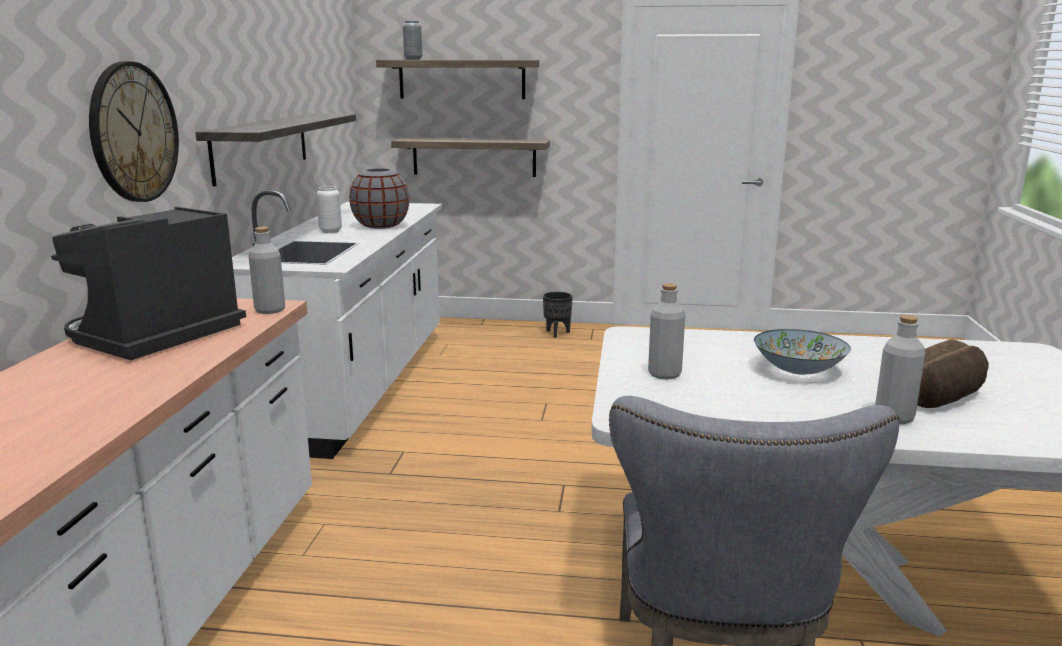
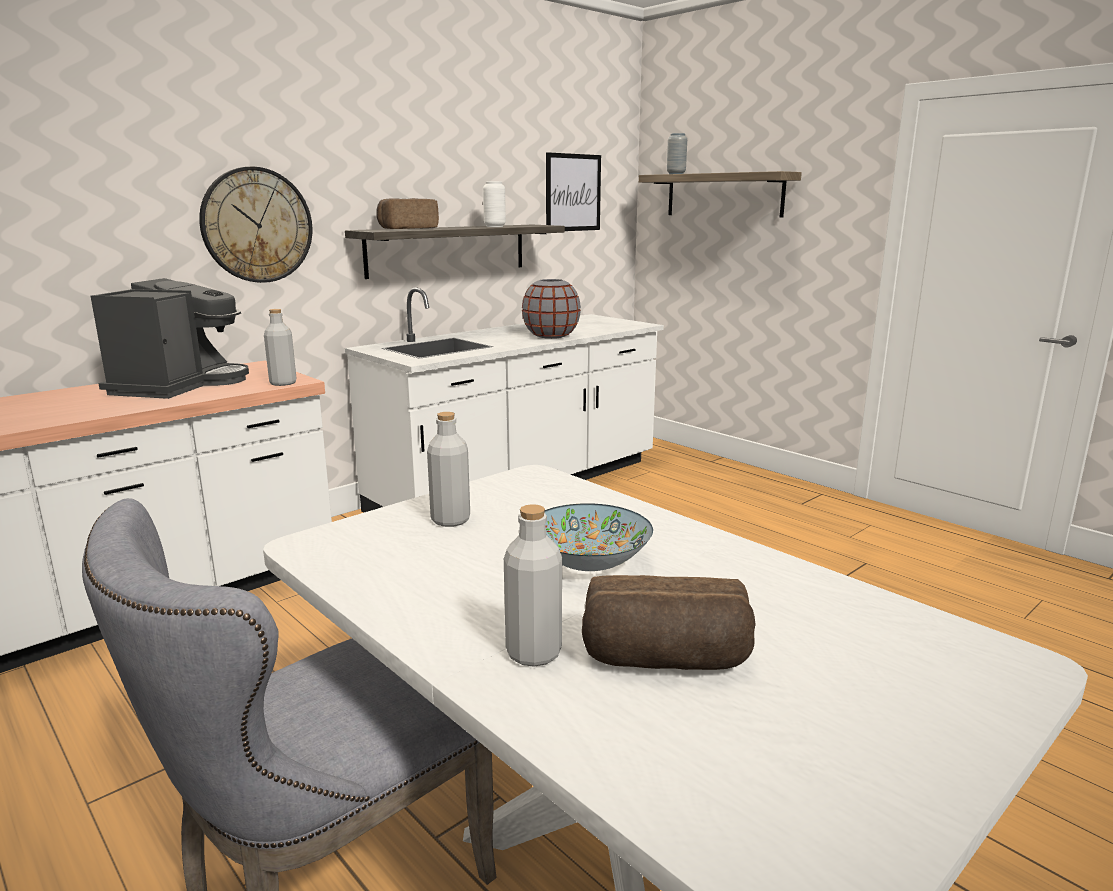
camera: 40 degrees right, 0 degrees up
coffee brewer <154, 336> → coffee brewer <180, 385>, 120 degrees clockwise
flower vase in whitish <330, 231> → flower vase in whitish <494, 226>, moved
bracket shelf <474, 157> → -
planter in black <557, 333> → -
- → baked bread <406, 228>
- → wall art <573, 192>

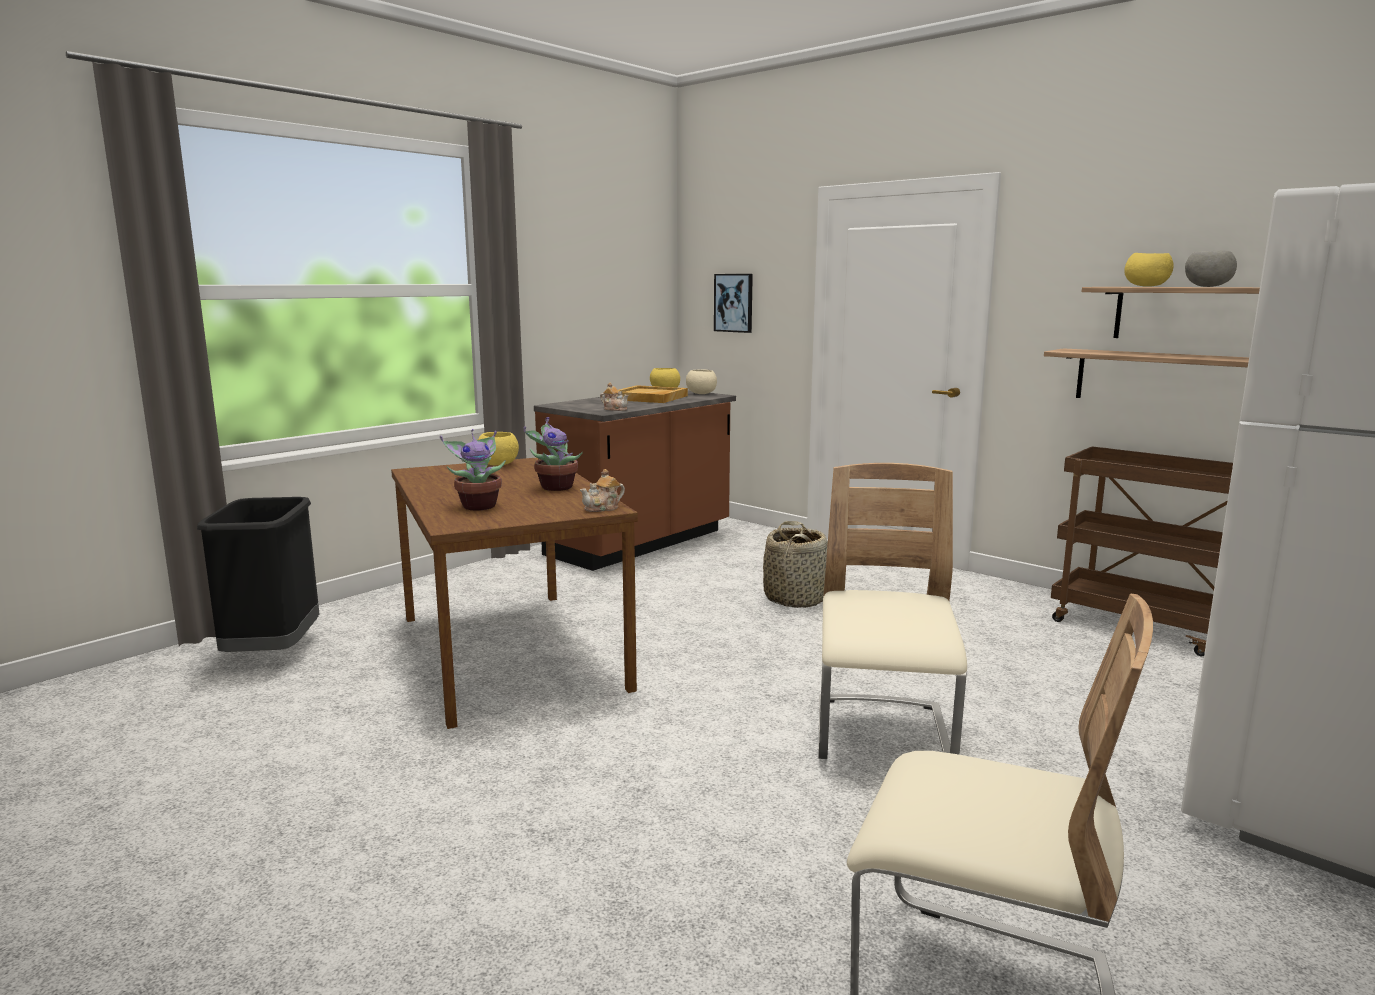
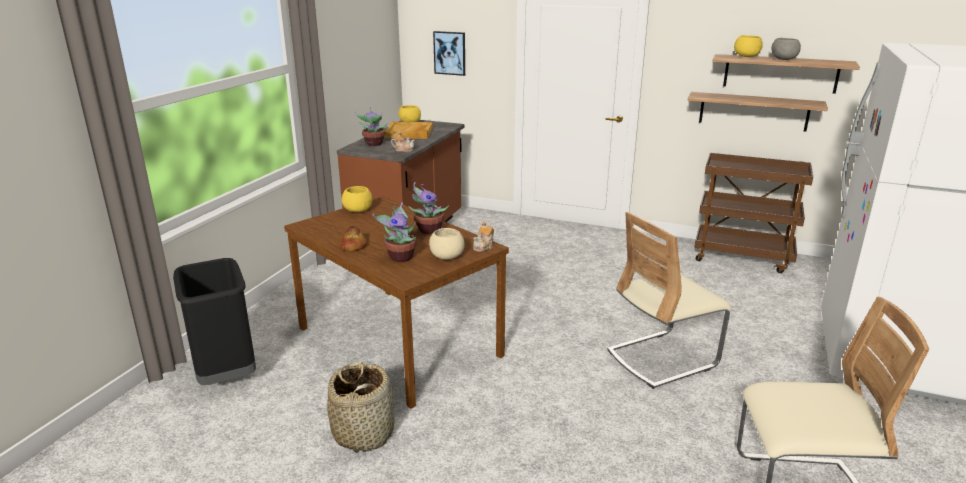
camera: 20 degrees left, 10 degrees up
bowl in beige <701, 394> → bowl in beige <446, 257>, moved
household basket <795, 598> → household basket <364, 432>, moved
chair in beige <882, 736> → chair in beige <662, 358>, 105 degrees counterclockwise
- → baked bread <354, 247>
- → houseplant <373, 144>

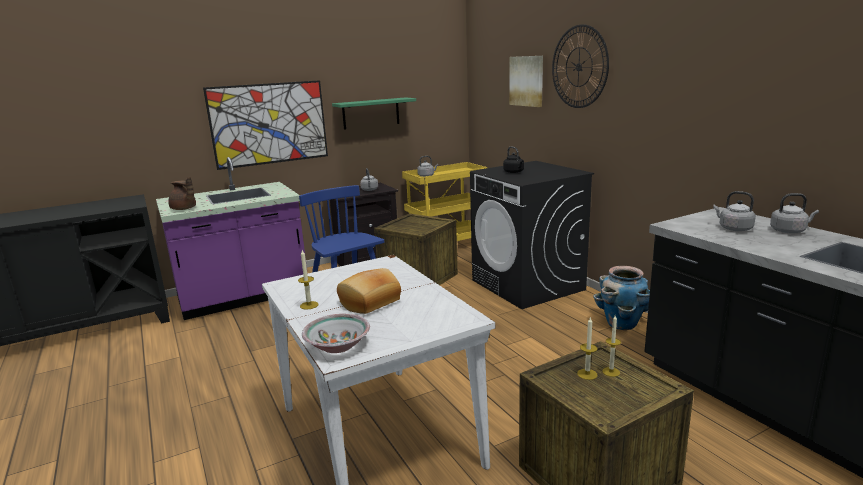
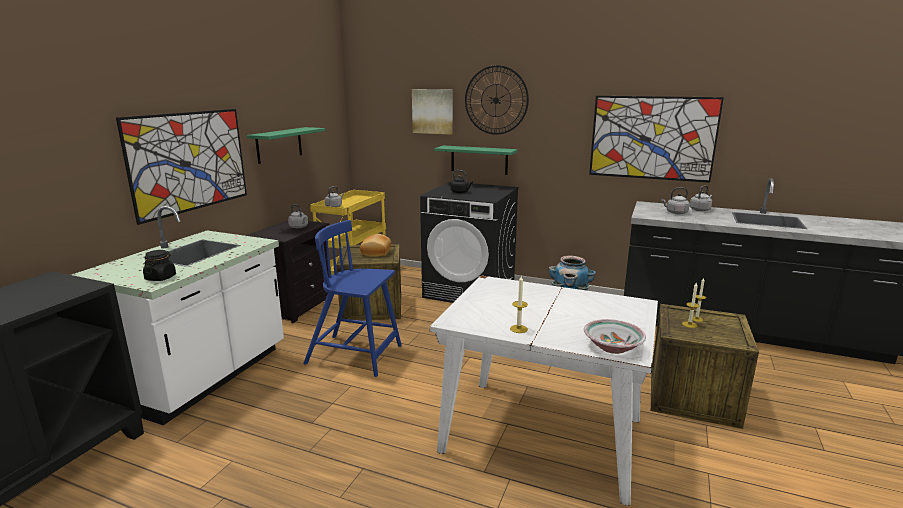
camera: 40 degrees left, 0 degrees up
counter in purplish <243, 297> → counter in whitish <204, 376>
tea pot in brownish <184, 209> → preserve jar in black <161, 278>
baked bread <370, 302> → baked bread <376, 252>, moved
- → bracket shelf in green-coloured <479, 160>
- → wall art <652, 138>

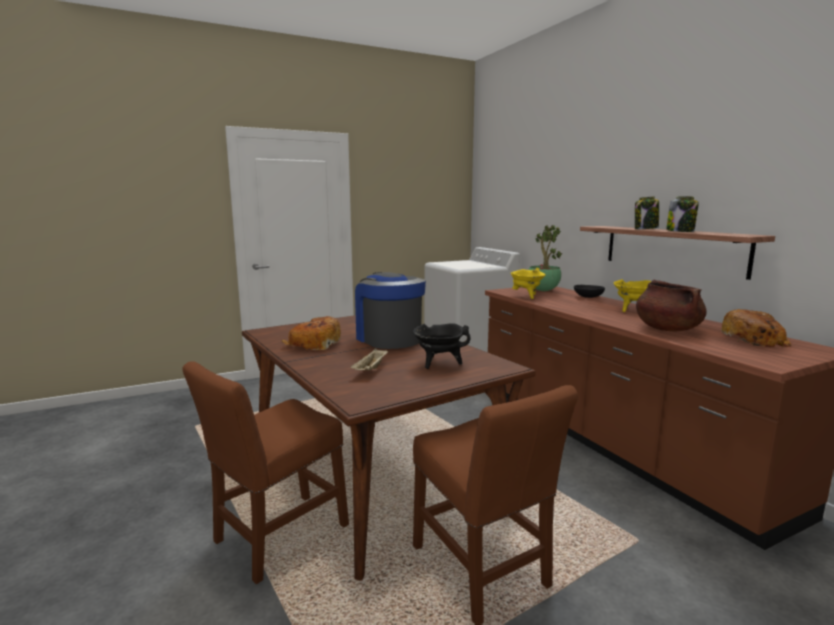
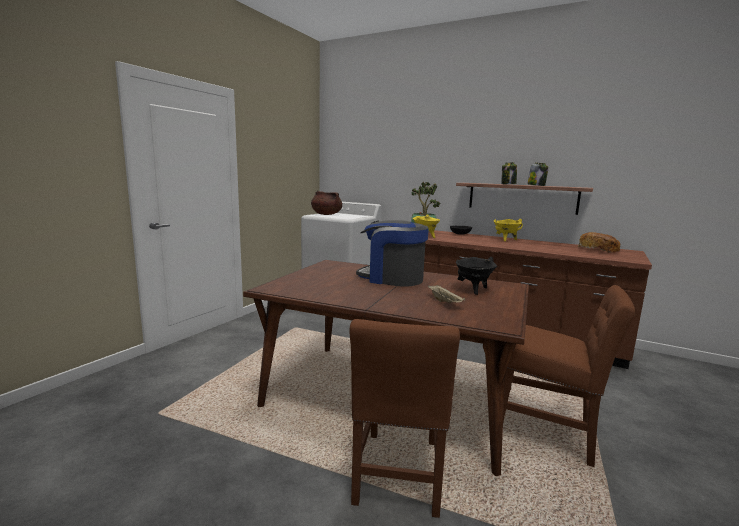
camera: 35 degrees left, 0 degrees up
baked bread <314, 344> → -
saucepot in brownish <667, 329> → saucepot in brownish <326, 214>, moved

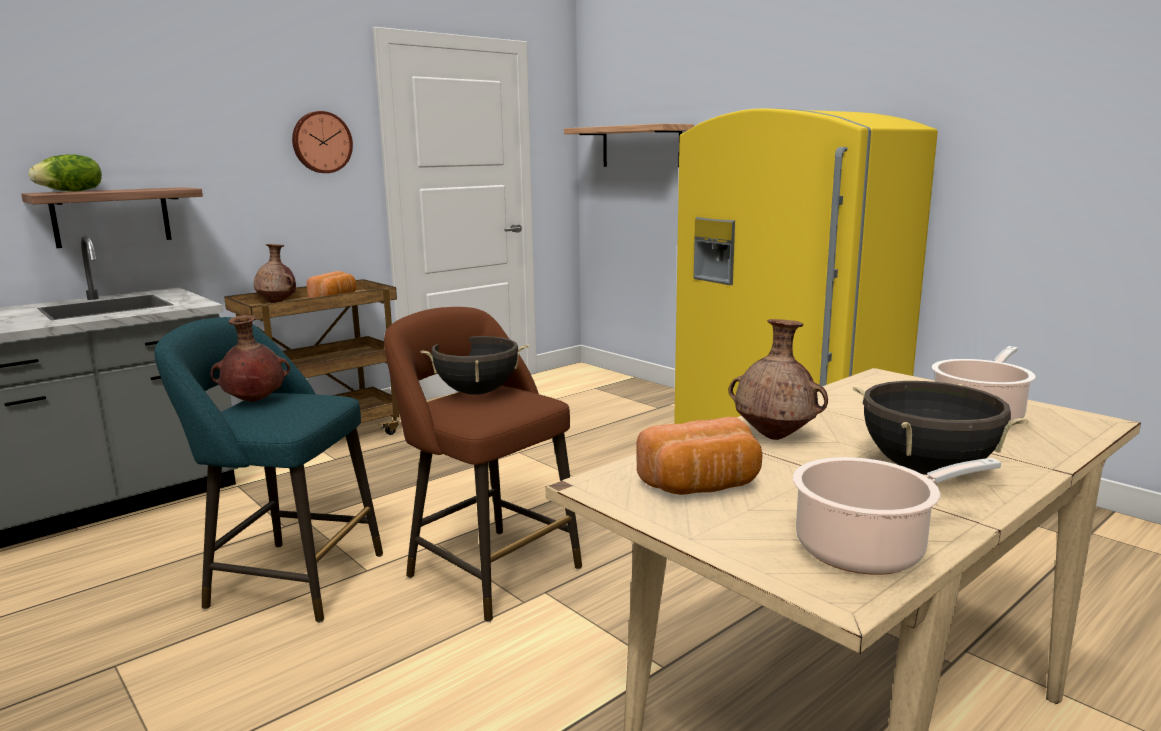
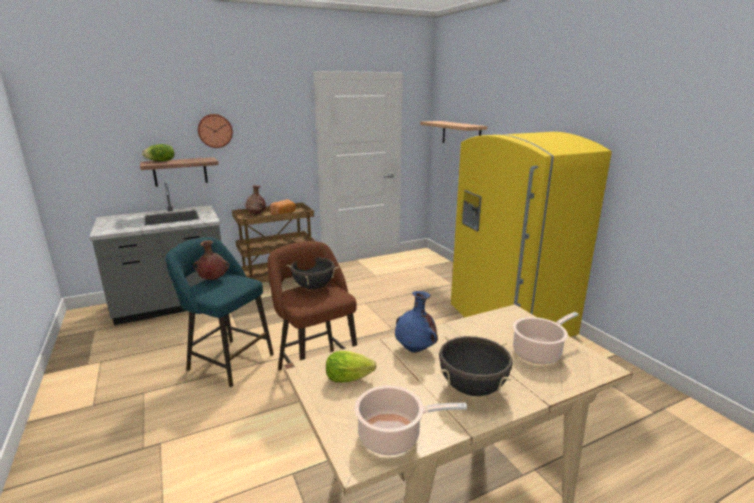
camera: 15 degrees right, 5 degrees up
clock on the wall <321, 142> → clock on the wall <215, 131>, moved
baked bread <702, 486> → head of lettuce <351, 379>
flower vase in brownish <775, 436> → flower vase in bluish <415, 350>

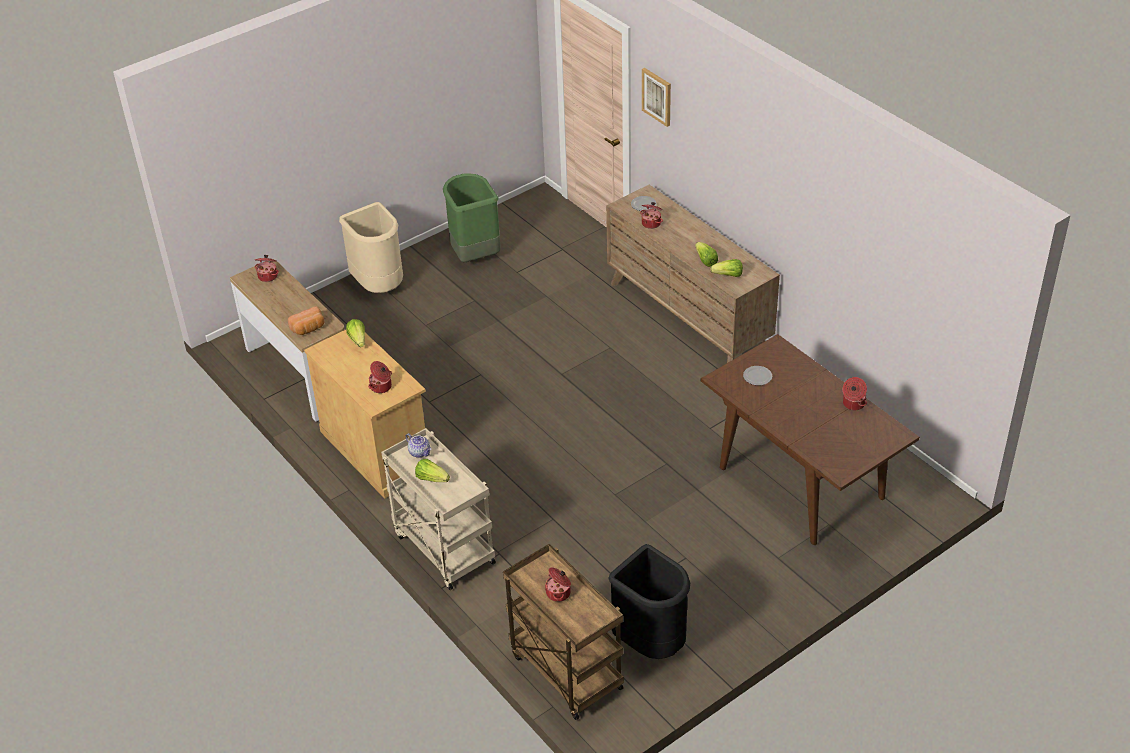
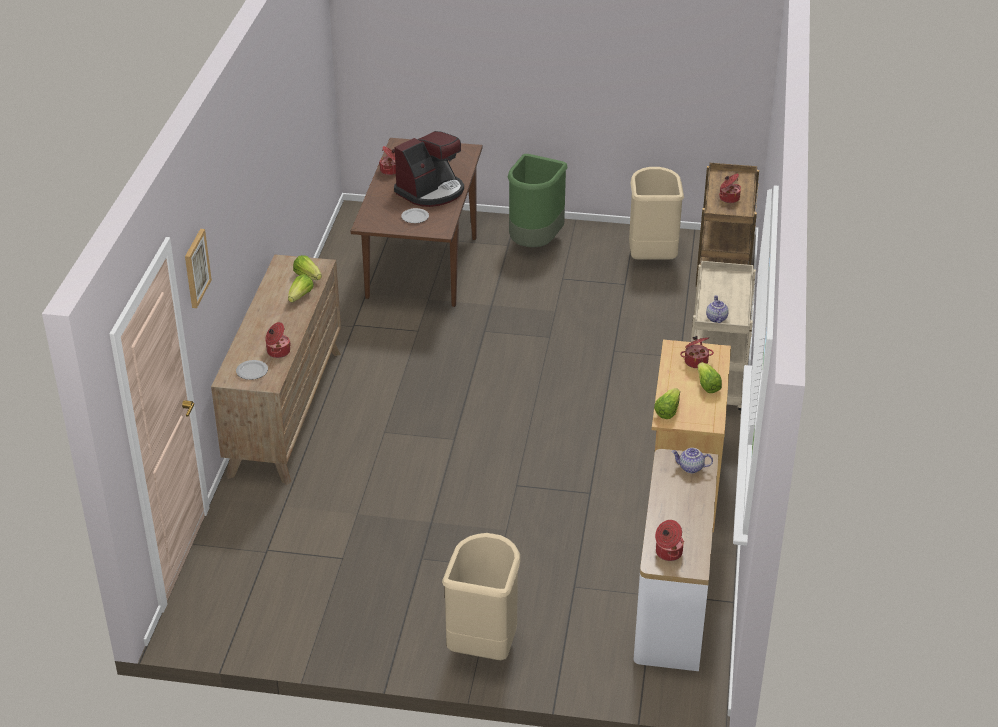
camera: 135 degrees left, 5 degrees down
baked bread <308, 329> → tea pot <690, 468>
head of lettuce <432, 478> → head of lettuce <707, 385>, moved
rubbish bin in green-coloured <474, 255> → rubbish bin in green-coloured <535, 243>, moved
rubbish bin in black <651, 643> → rubbish bin in beige <651, 257>
- → coffee brewer <431, 191>

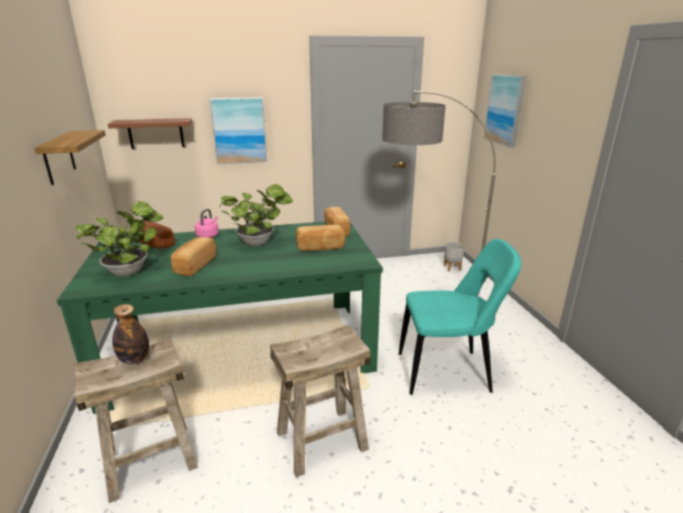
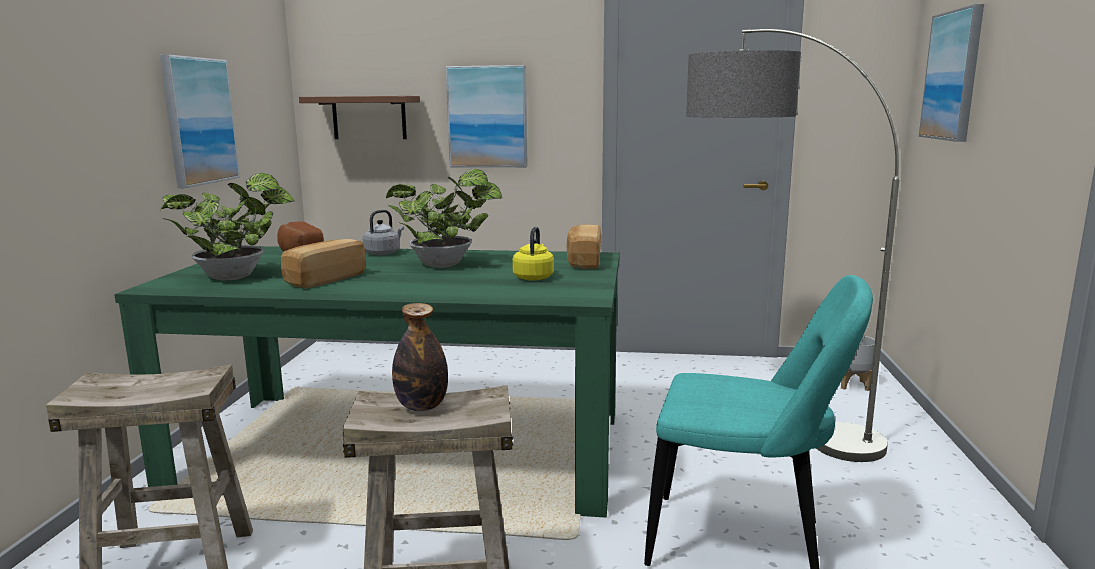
camera: 20 degrees right, 10 degrees down
bracket shelf <59, 157> → wall art <199, 121>
bottle <134, 359> → bottle <422, 406>, moved
kettle in pink-coloured <208, 235> → kettle in greyish <383, 253>
baked bread <320, 247> → kettle in yellow <534, 277>

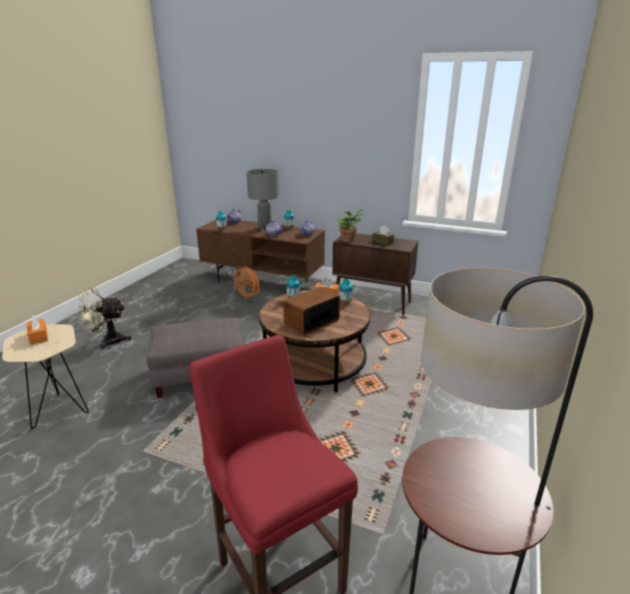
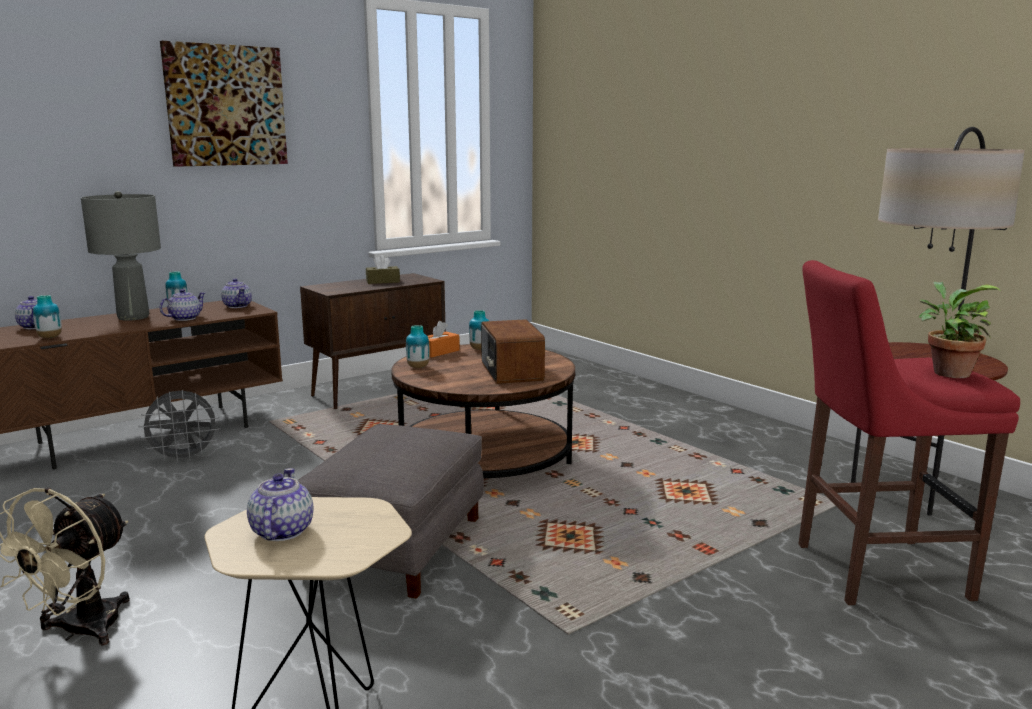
camera: 60 degrees left, 10 degrees down
tissue holder in orange <38, 336> → tea pot <281, 532>
cooling fan in orange <247, 297> → cooling fan in greyish <184, 458>
houseplant <348, 239> → houseplant <947, 372>, moved
- → wall art <225, 106>

